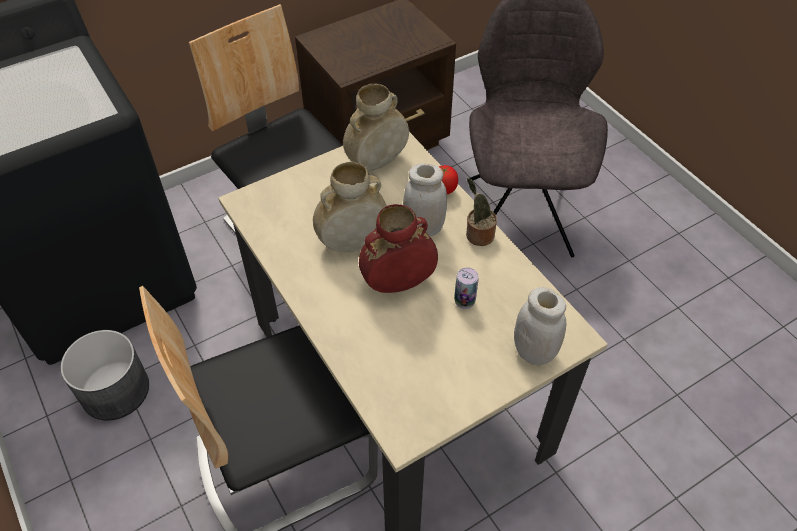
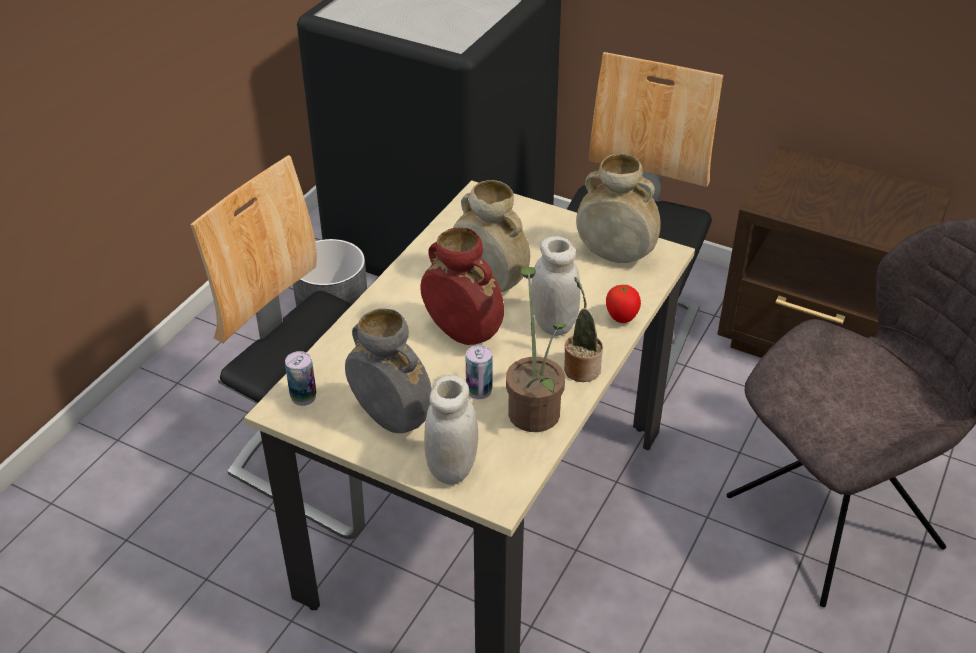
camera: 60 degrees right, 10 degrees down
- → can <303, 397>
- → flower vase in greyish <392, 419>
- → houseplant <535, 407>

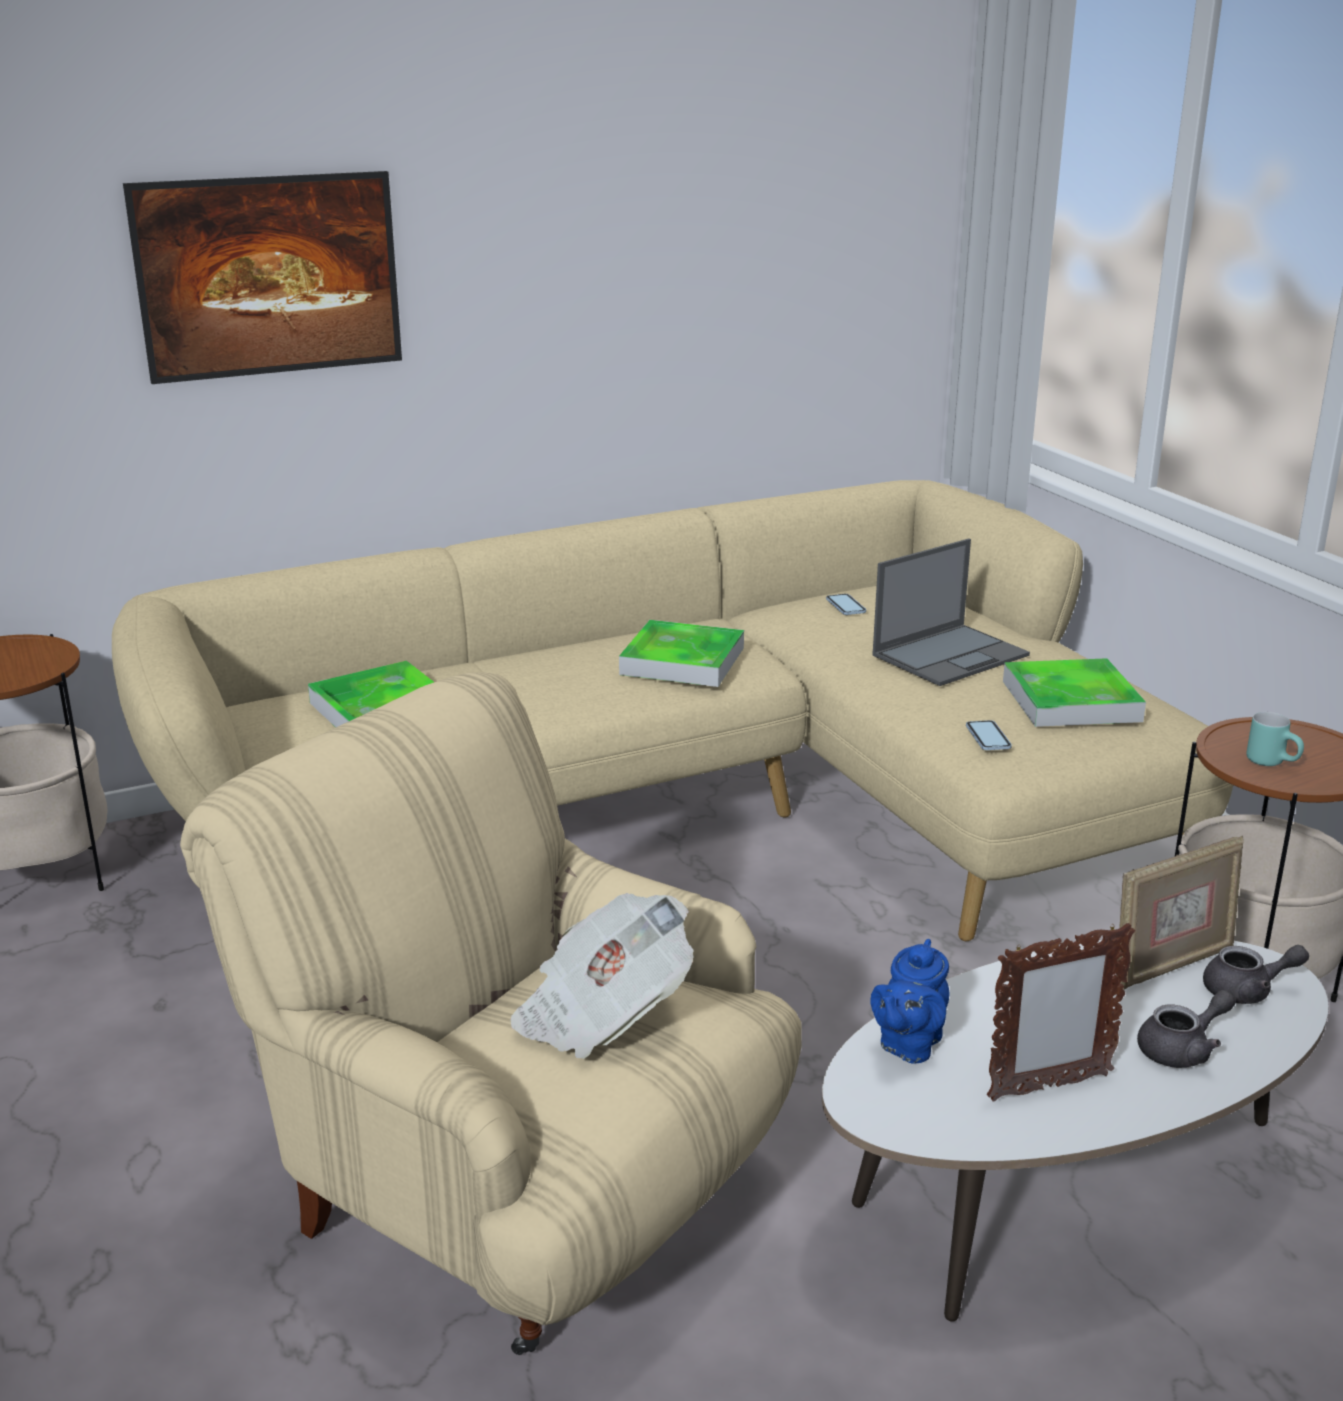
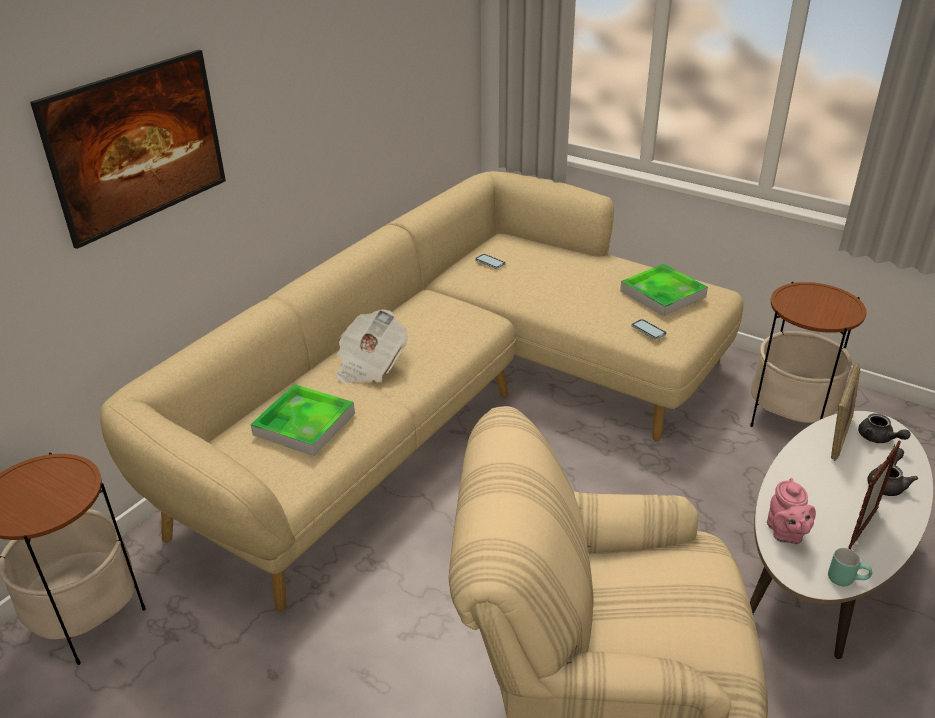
camera: 30 degrees left, 10 degrees up
newspaper <602, 1013> → newspaper <369, 365>, moved
tray <682, 661> → -
tea pot in bluish <908, 1045> → tea pot in pink-coloured <785, 533>
notebook computer <951, 655> → -
tea pot in greyish <1247, 991> → tea pot in greyish <878, 438>, 90 degrees clockwise
coffee mug in turquoise-coloured <1273, 762> → coffee mug in turquoise-coloured <846, 578>, moved

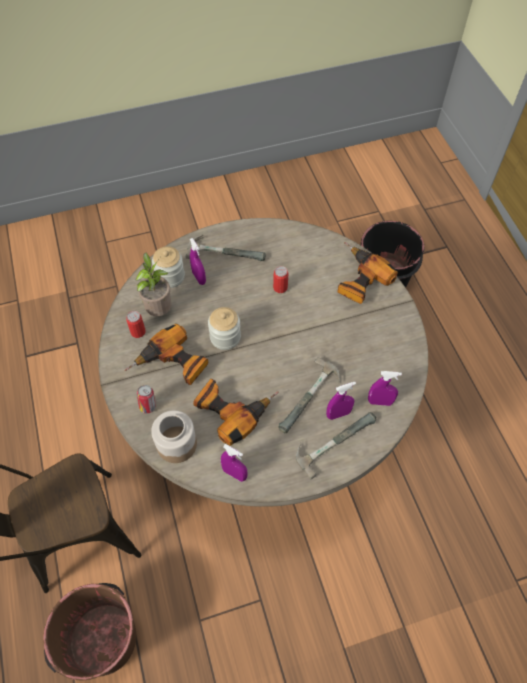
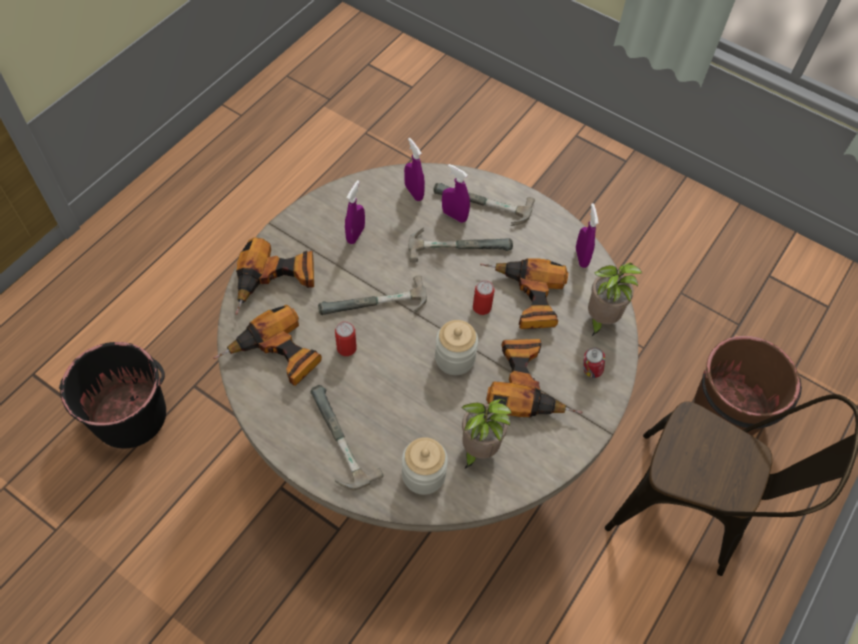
camera: 130 degrees left, 0 degrees up
can <138, 332> → can <482, 307>, moved
preserve jar <177, 444> → houseplant <600, 319>
spray bottle in purplish <199, 278> → spray bottle in purplish <355, 234>, moved
- → power drill <276, 357>
- → tool hammer <375, 307>

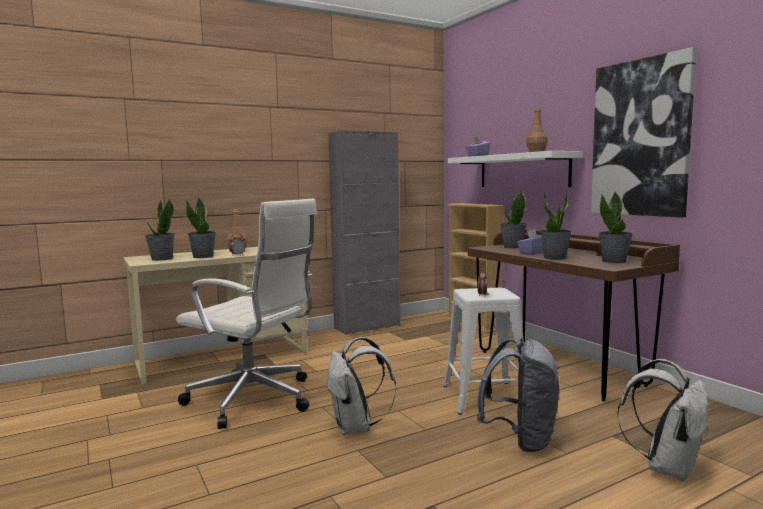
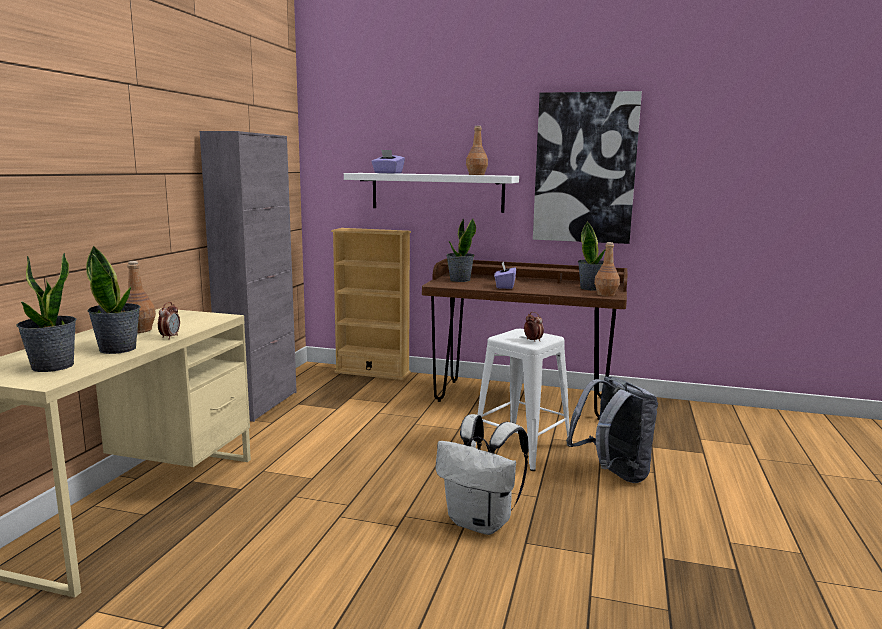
camera: 45 degrees left, 5 degrees up
desk chair in whitish <254, 400> → -
houseplant <555, 257> → -
knapsack in whitish <667, 467> → -
- → bottle in brownish <605, 294>

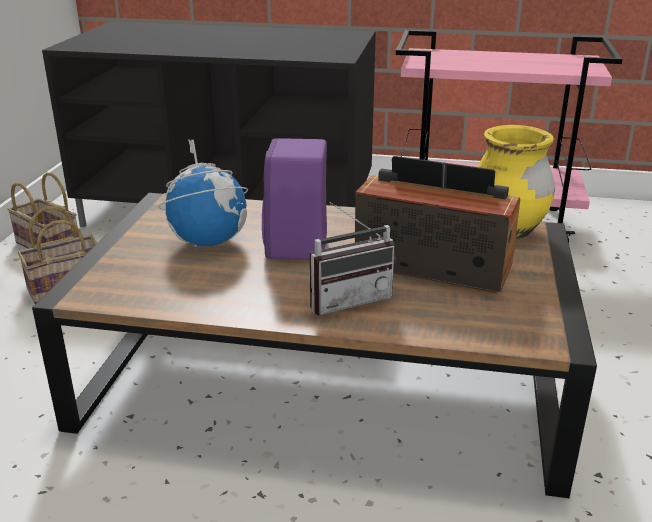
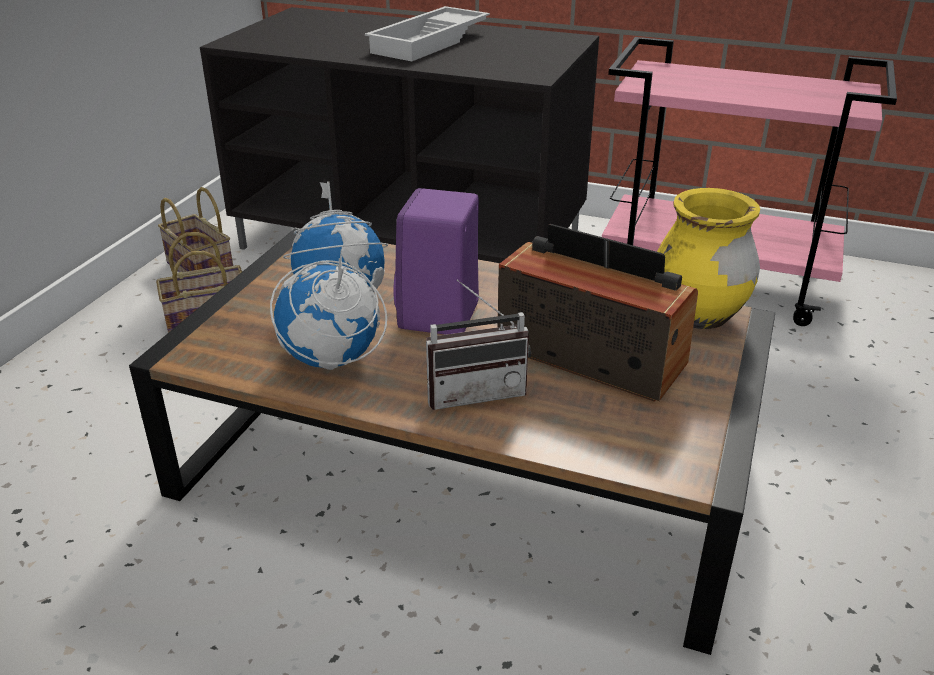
camera: 10 degrees right, 5 degrees up
- → world globe <331, 361>
- → tray in whitish <431, 42>

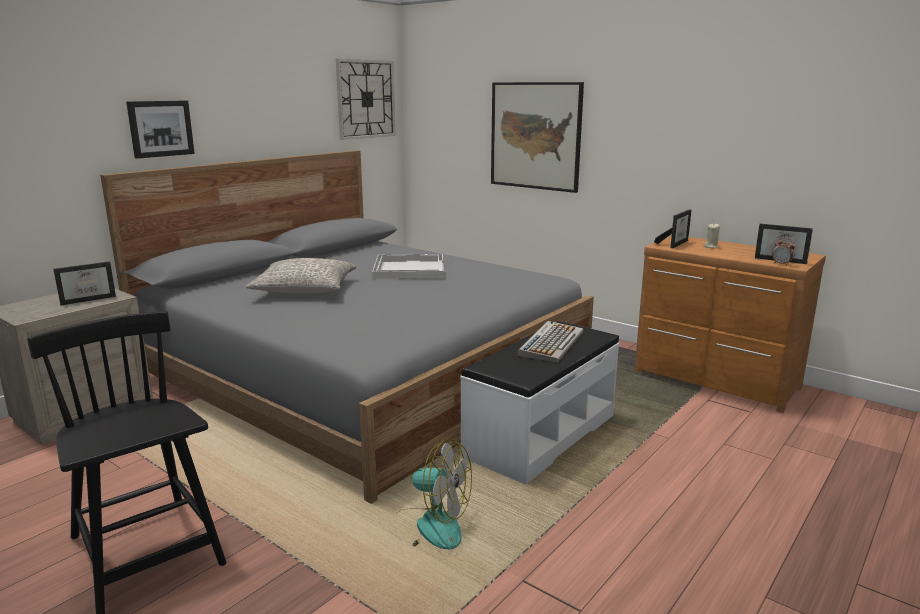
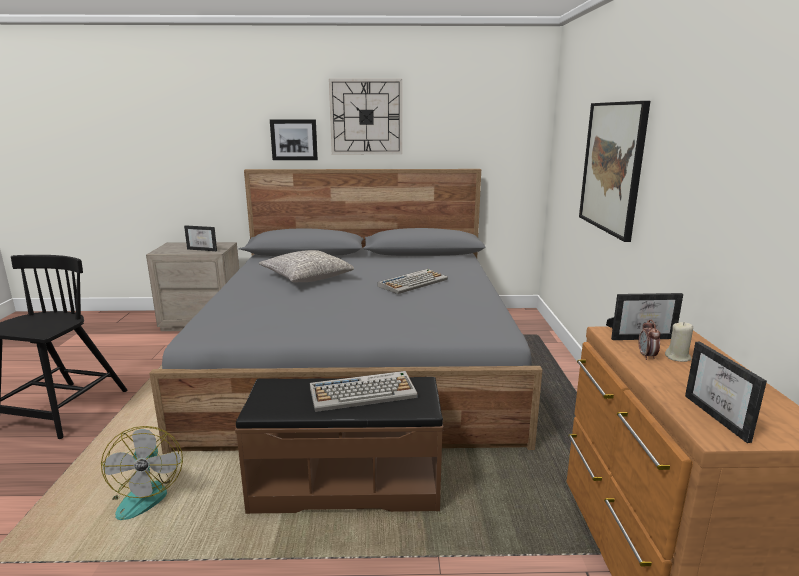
camera: 50 degrees right, 0 degrees up
clock on the wall <366, 99> → clock on the wall <366, 117>, moved
tray in whitish <408, 268> → keyboard <413, 282>
indoor bench in whitish <540, 436> → indoor bench in brownish <346, 484>
table clock <781, 264> → table clock <647, 356>, moved

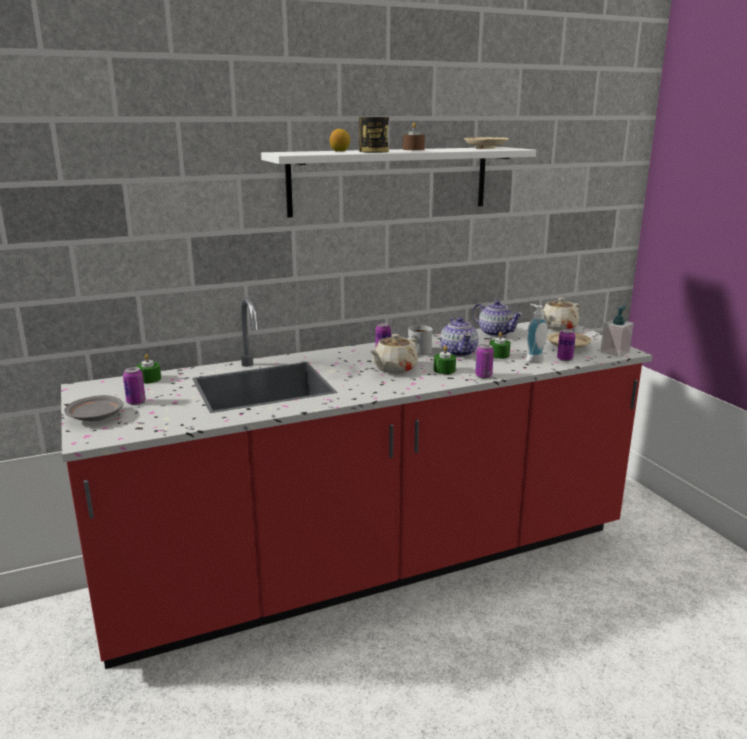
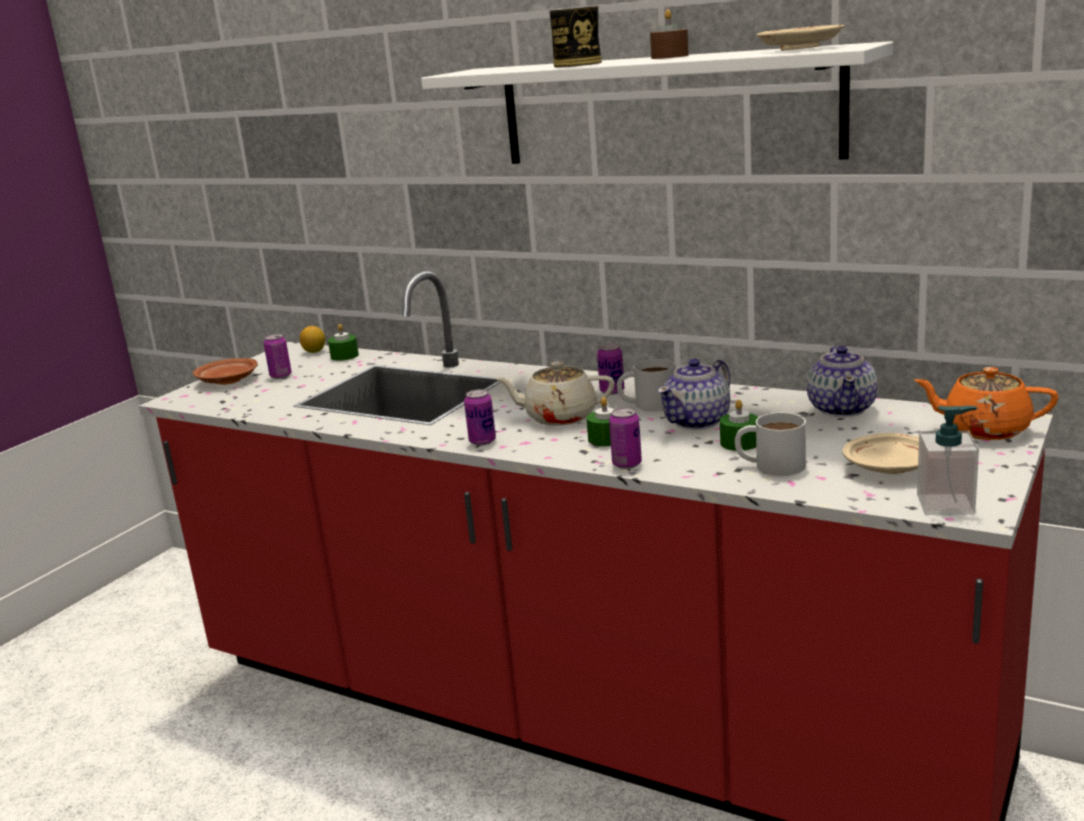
camera: 55 degrees right, 0 degrees up
plate in greyish <95, 417> → plate in brownish <227, 381>
whole lemon <340, 151> → whole lemon <314, 351>, moved
soap dispenser <532, 359> → coffee mug in whitish <770, 465>
tea pot in beige <557, 327> → tea pot in orange <984, 429>
can <564, 359> → can <482, 441>, moved

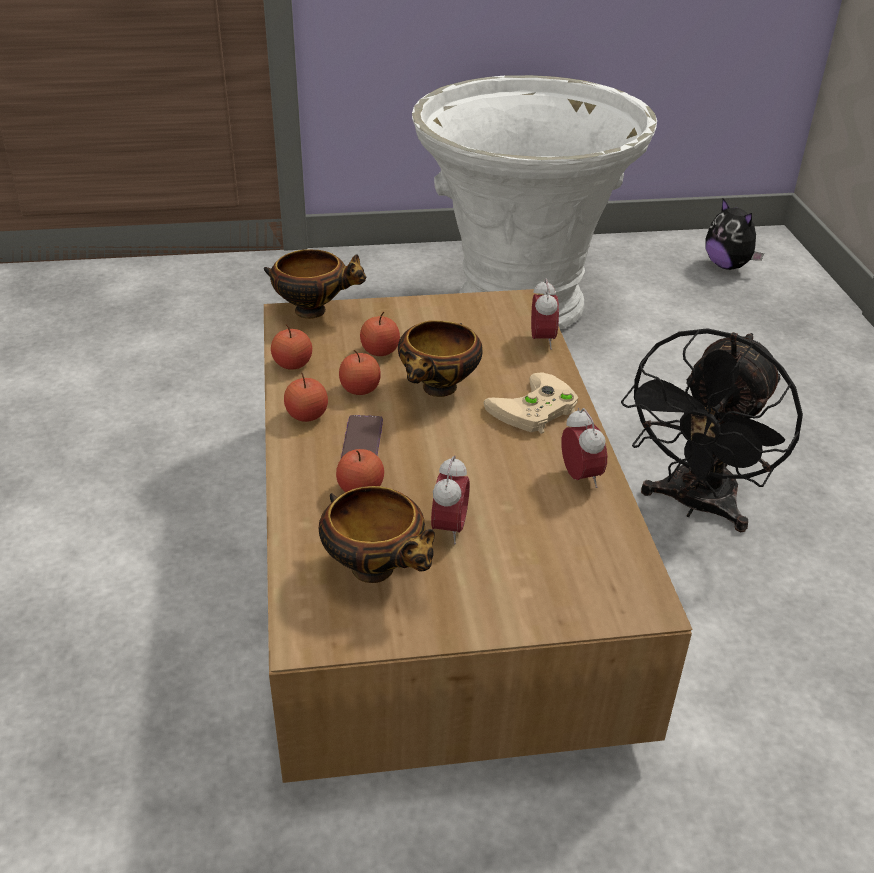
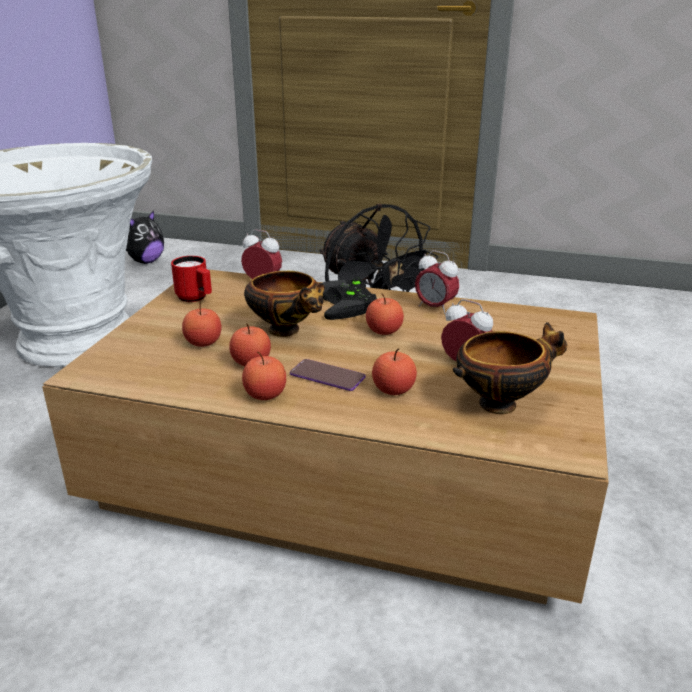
camera: 65 degrees left, 10 degrees down
bowl <314, 311> → -
apple <292, 364> → apple <384, 331>, moved
game controller in beige <533, 411> → game controller in black <347, 304>
table clock <580, 477> → table clock <435, 308>, 150 degrees counterclockwise
cuddly toy <727, 265> → cuddly toy <146, 261>, 45 degrees counterclockwise
- → coffee mug in red <196, 298>

